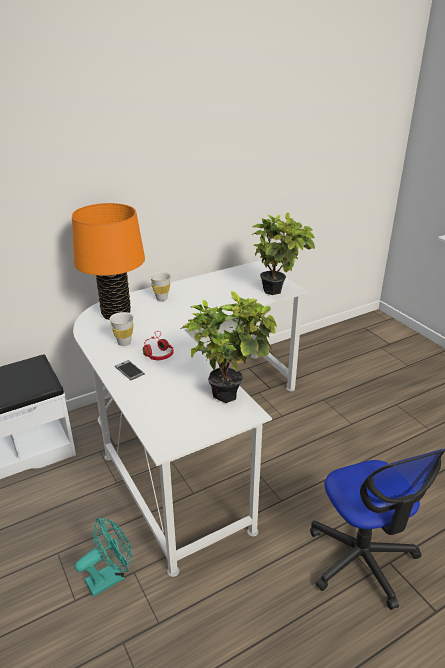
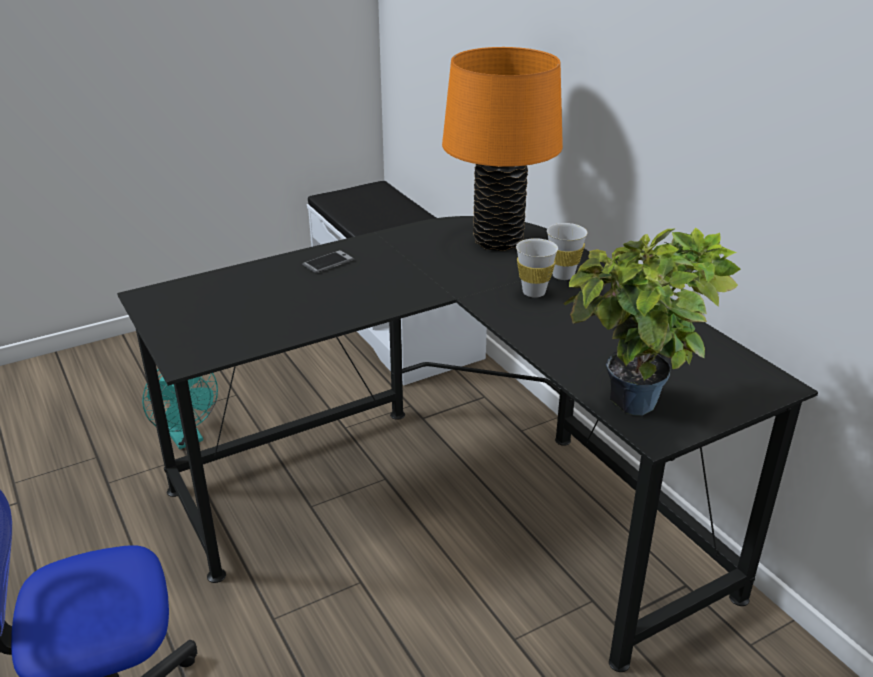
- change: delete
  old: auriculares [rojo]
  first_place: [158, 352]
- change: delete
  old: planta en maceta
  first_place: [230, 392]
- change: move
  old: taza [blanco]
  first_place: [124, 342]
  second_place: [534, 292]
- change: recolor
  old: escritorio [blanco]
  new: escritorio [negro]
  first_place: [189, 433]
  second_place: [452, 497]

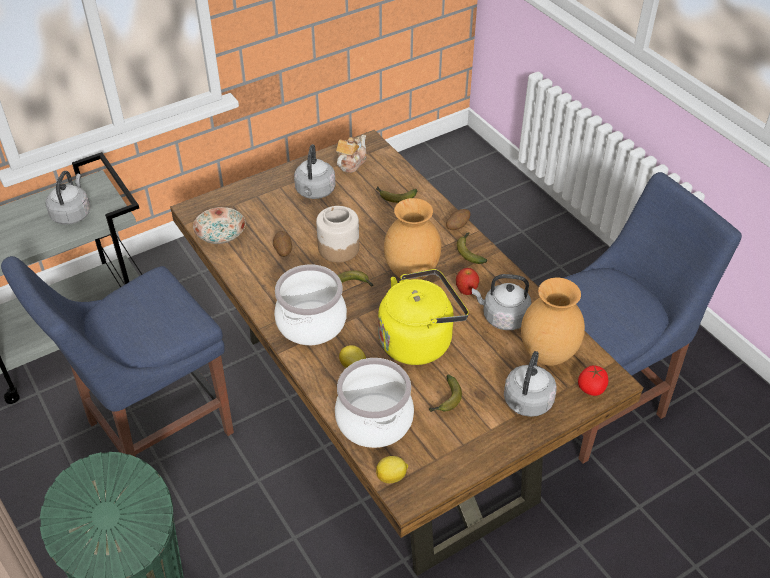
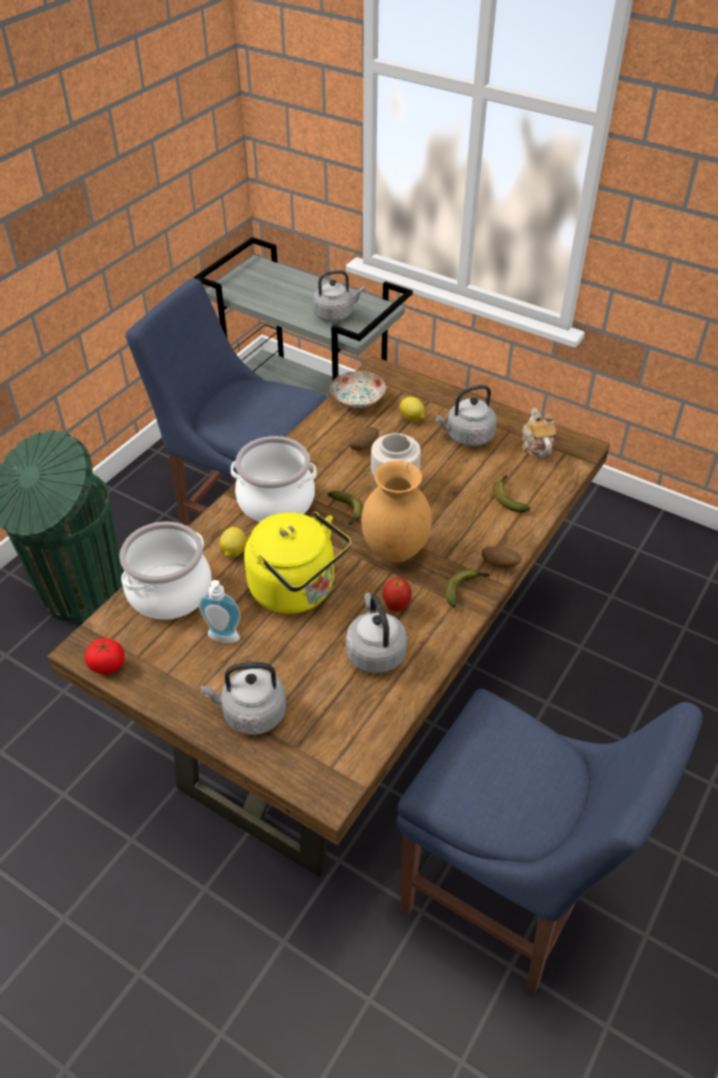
- change: delete
  old: florero [marrón]
  first_place: [547, 356]
- change: move
  old: limón
  first_place: [392, 477]
  second_place: [412, 419]
- change: move
  old: tomate
  first_place: [591, 388]
  second_place: [107, 665]
- change: replace
  old: plátano
  new: dispensador de jabón
  first_place: [445, 400]
  second_place: [222, 639]
- change: rotate
  old: tetera
  first_place: [351, 163]
  second_place: [536, 446]
  degrees: -105

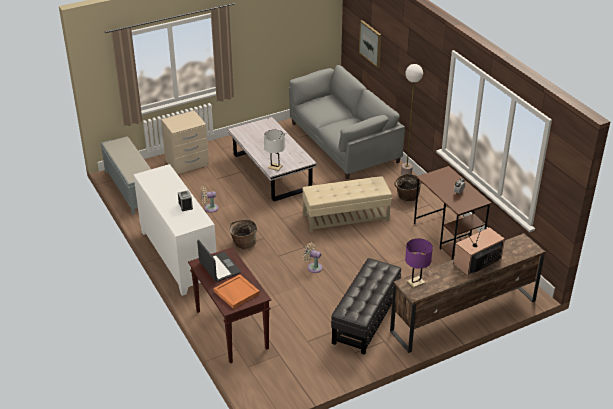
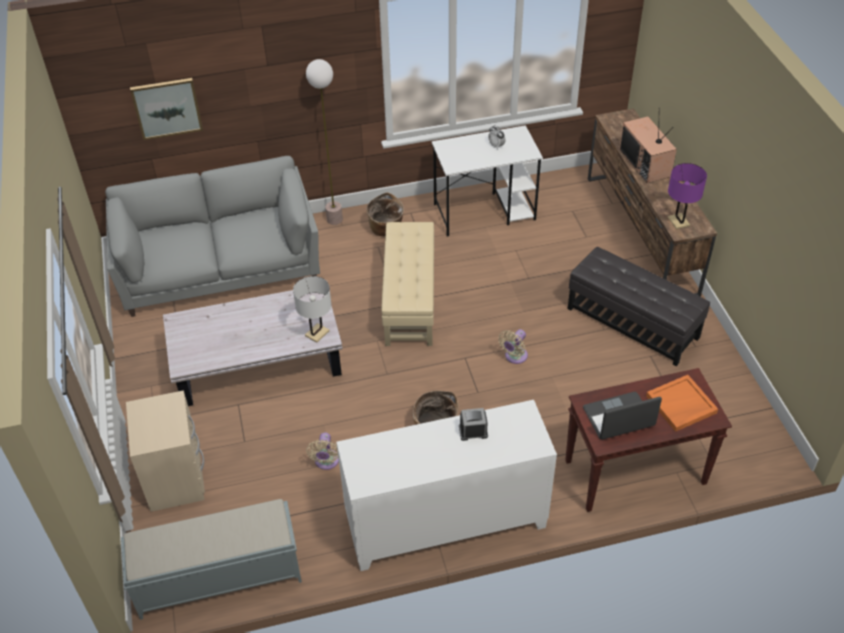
- change: recolor
  old: escritorio [marrón]
  new: escritorio [blanco]
  first_place: [448, 236]
  second_place: [485, 212]

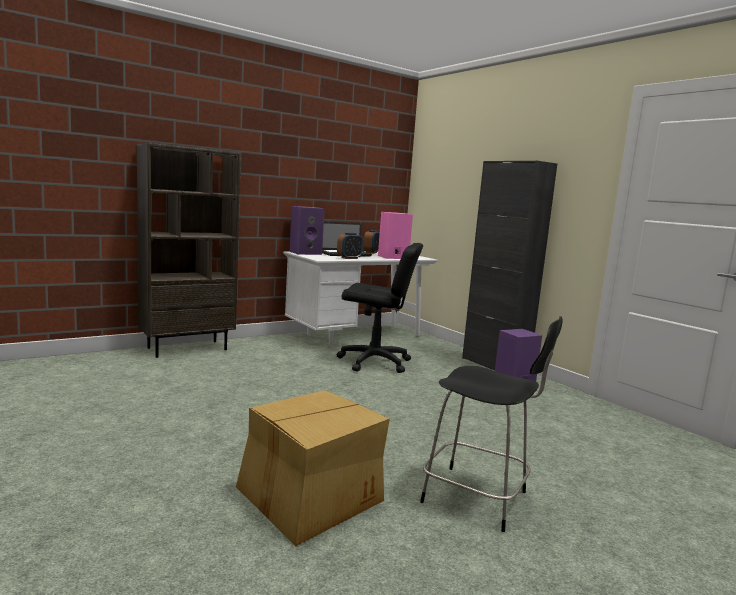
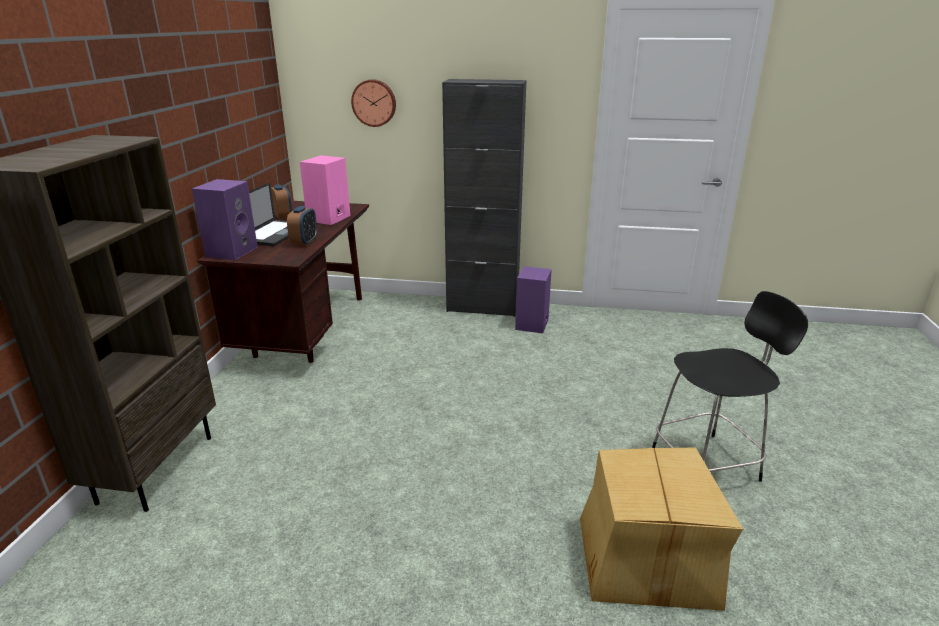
- change: delete
  old: silla de oficina [negro]
  first_place: [374, 362]
- change: insert
  new: reloj de pared
  second_place: [374, 103]
- change: recolor
  old: escritorio [blanco]
  new: escritorio [marrón]
  first_place: [356, 336]
  second_place: [307, 331]

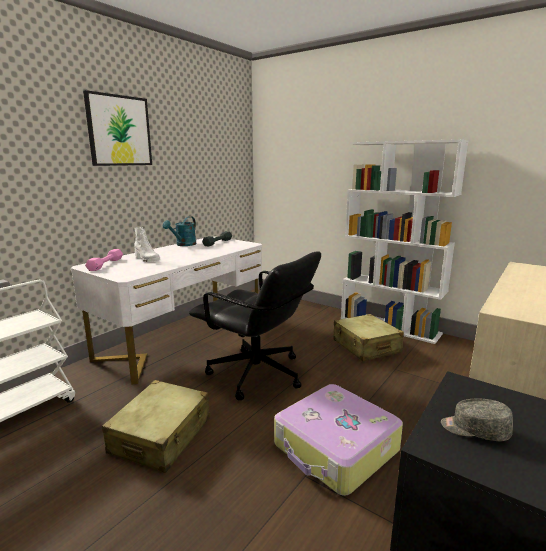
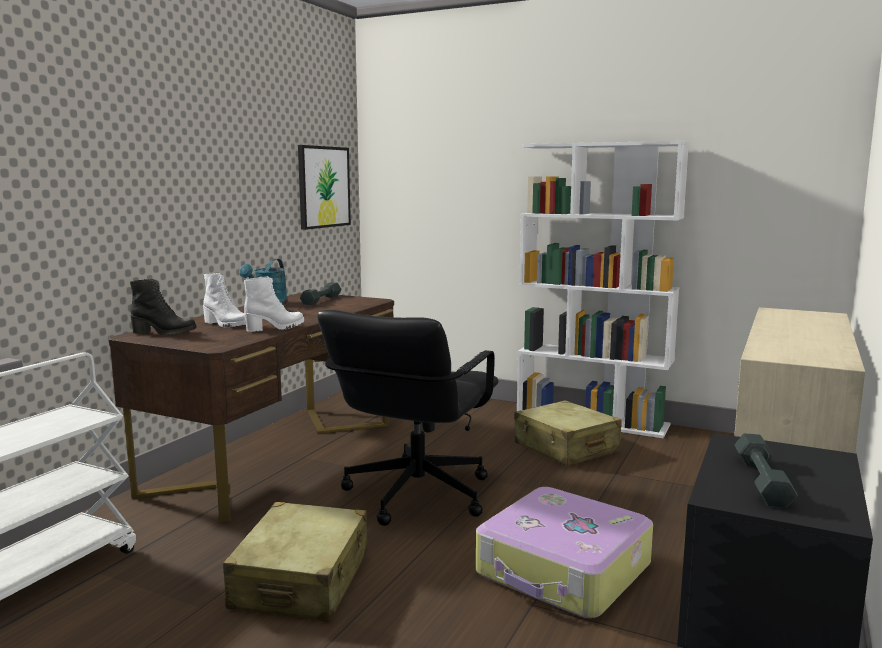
- change: insert
  new: bota [blanco]
  second_place: [276, 328]
- change: move
  old: cuadro
  first_place: [119, 131]
  second_place: [323, 187]
- change: replace
  old: mancuerna [rosa]
  new: bota [negro]
  first_place: [105, 264]
  second_place: [164, 333]
- change: replace
  old: gorra [gris]
  new: mancuerna [gris]
  first_place: [474, 430]
  second_place: [762, 481]
- change: recolor
  old: escritorio [blanco]
  new: escritorio [marrón]
  first_place: [183, 338]
  second_place: [276, 456]
- change: rotate
  old: silla de oficina [negro]
  first_place: [257, 374]
  second_place: [415, 494]
  degrees: 90

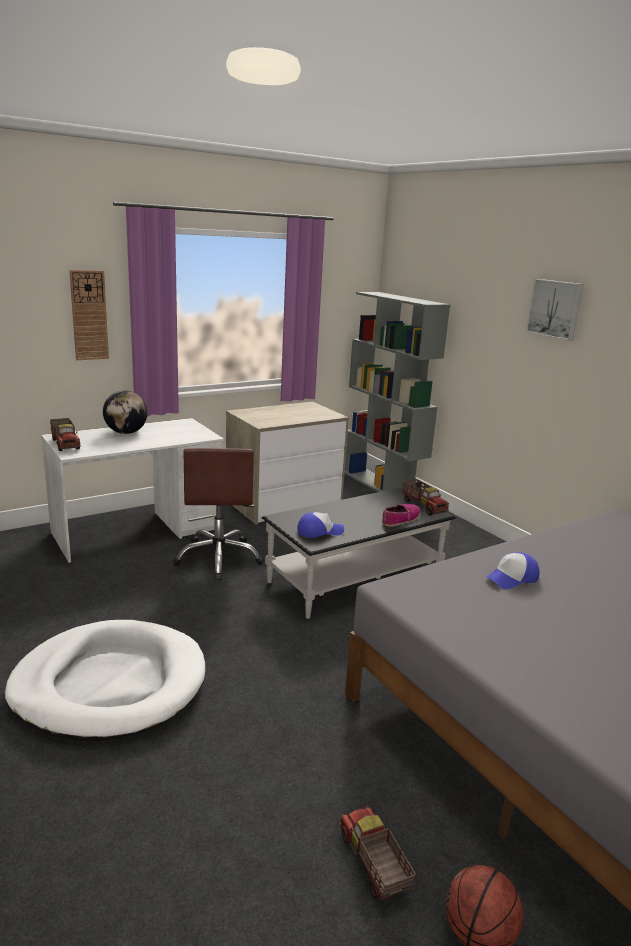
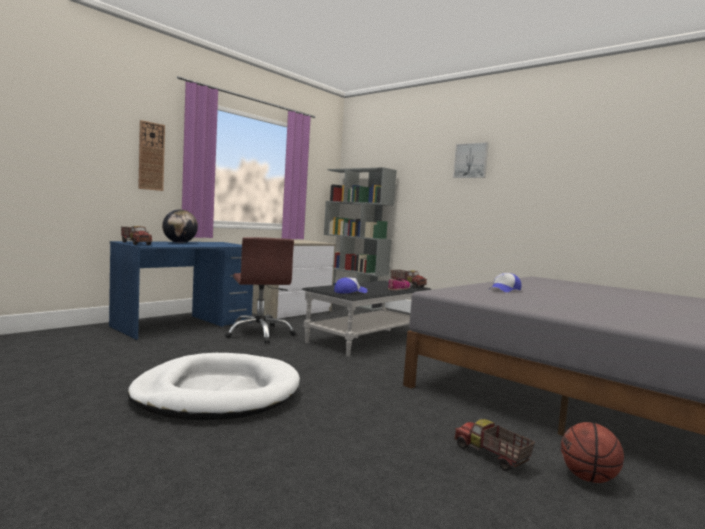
- change: recolor
  old: escritorio [blanco]
  new: escritorio [azul]
  first_place: [138, 532]
  second_place: [184, 325]

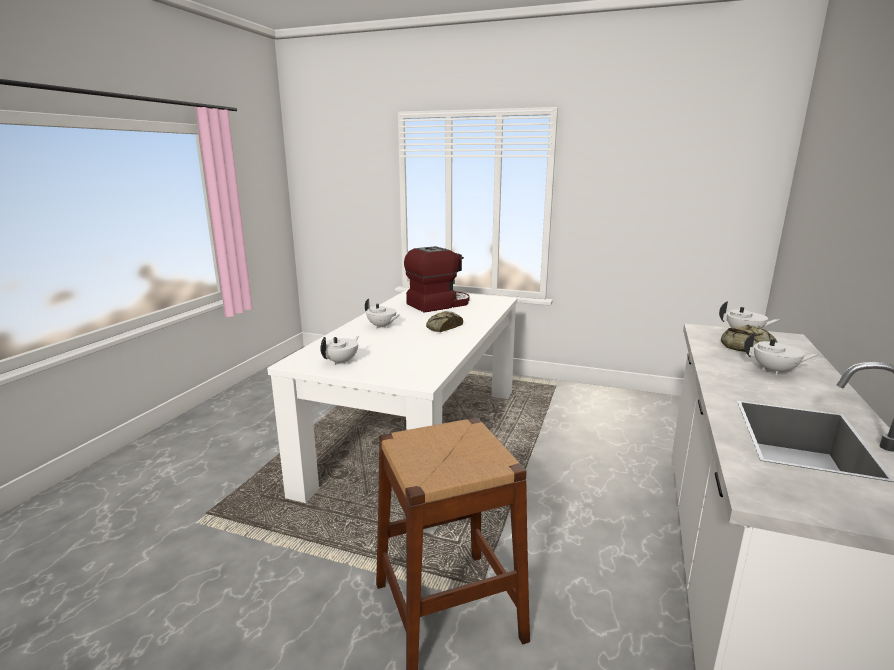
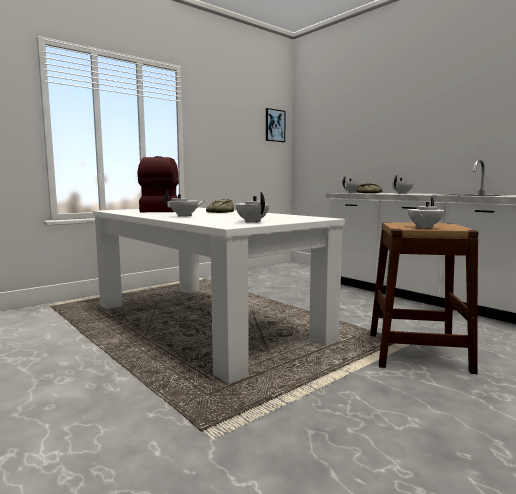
- change: insert
  new: cuadro
  second_place: [274, 125]
- change: insert
  new: tetera [blanco]
  second_place: [424, 227]

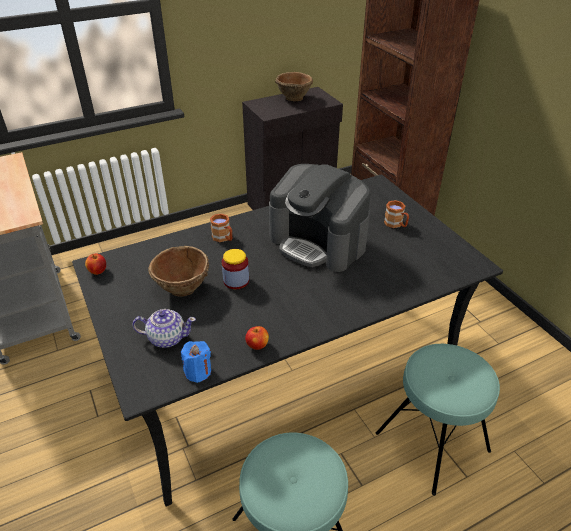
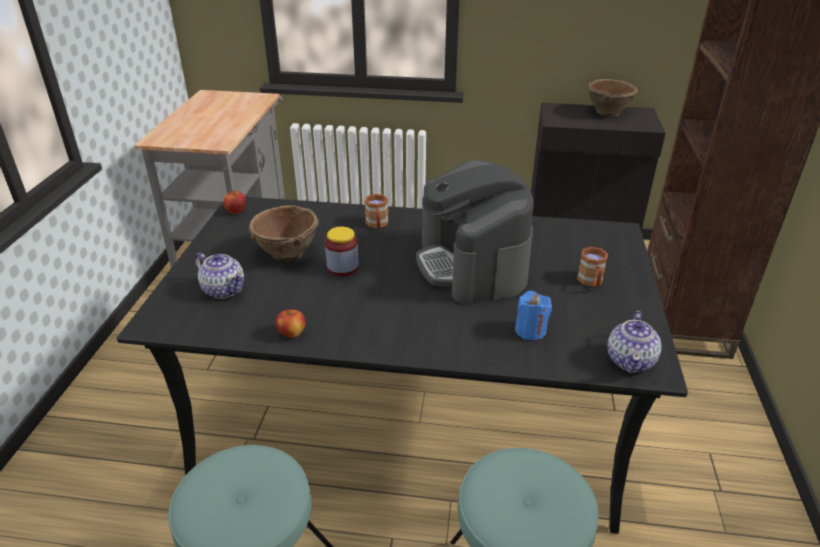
- change: insert
  new: tetera
  second_place: [631, 360]
- change: move
  old: vela [azul]
  first_place: [198, 371]
  second_place: [530, 330]

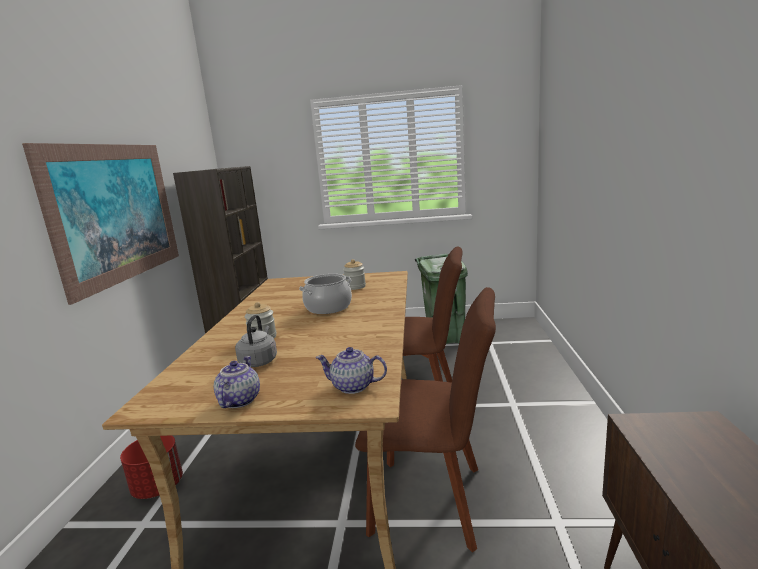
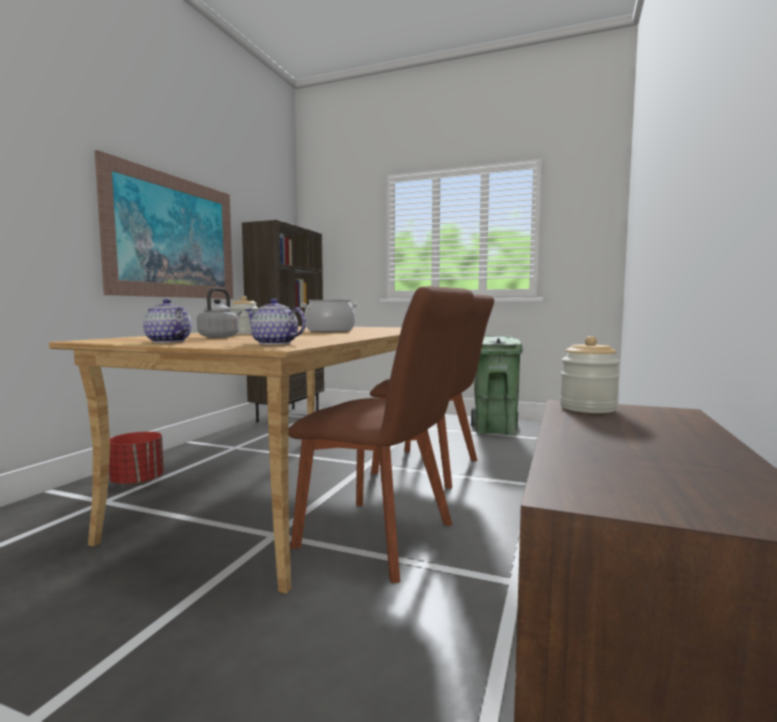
- change: move
  old: tarro
  first_place: [355, 287]
  second_place: [587, 408]
- change: rotate
  old: tetera
  first_place: [239, 400]
  second_place: [167, 342]
  degrees: -75

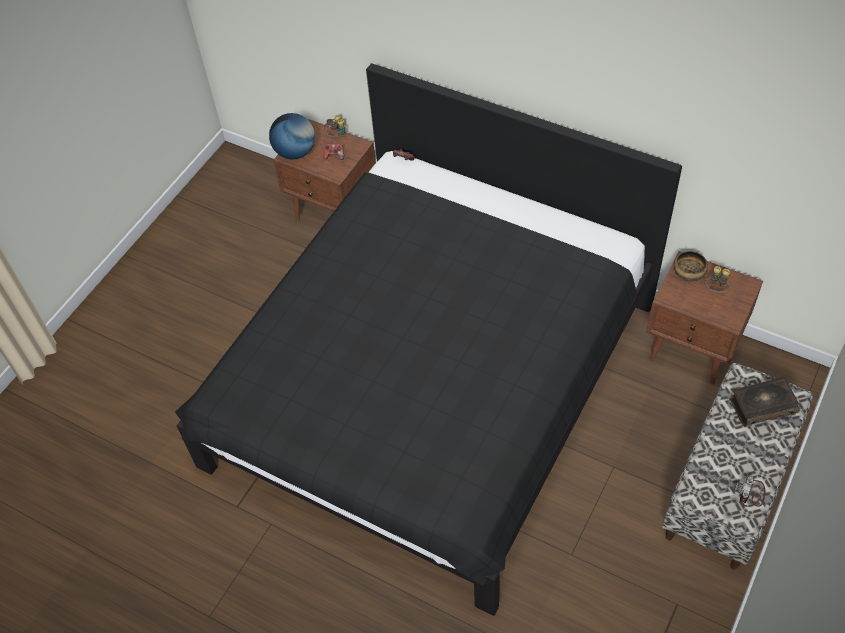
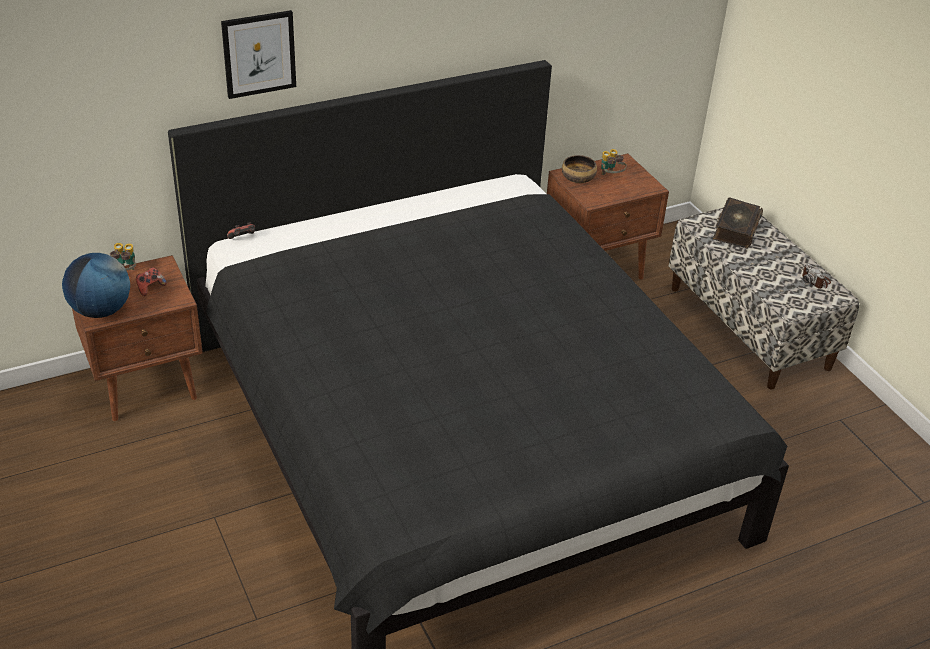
- change: insert
  new: cuadro
  second_place: [259, 54]

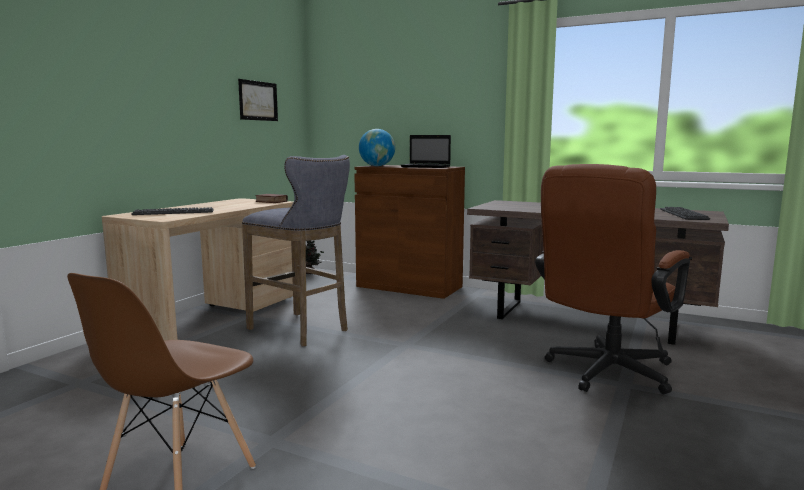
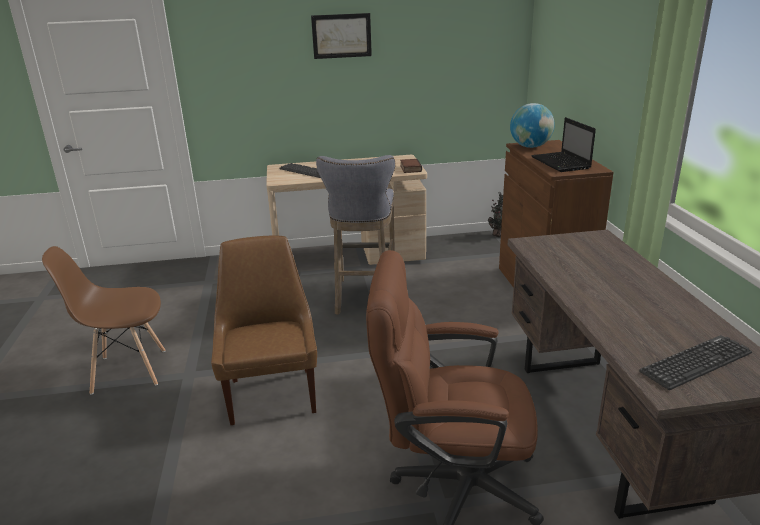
- change: insert
  new: silla [marrón]
  second_place: [272, 393]
- change: move
  old: cuadro
  first_place: [258, 101]
  second_place: [341, 36]

